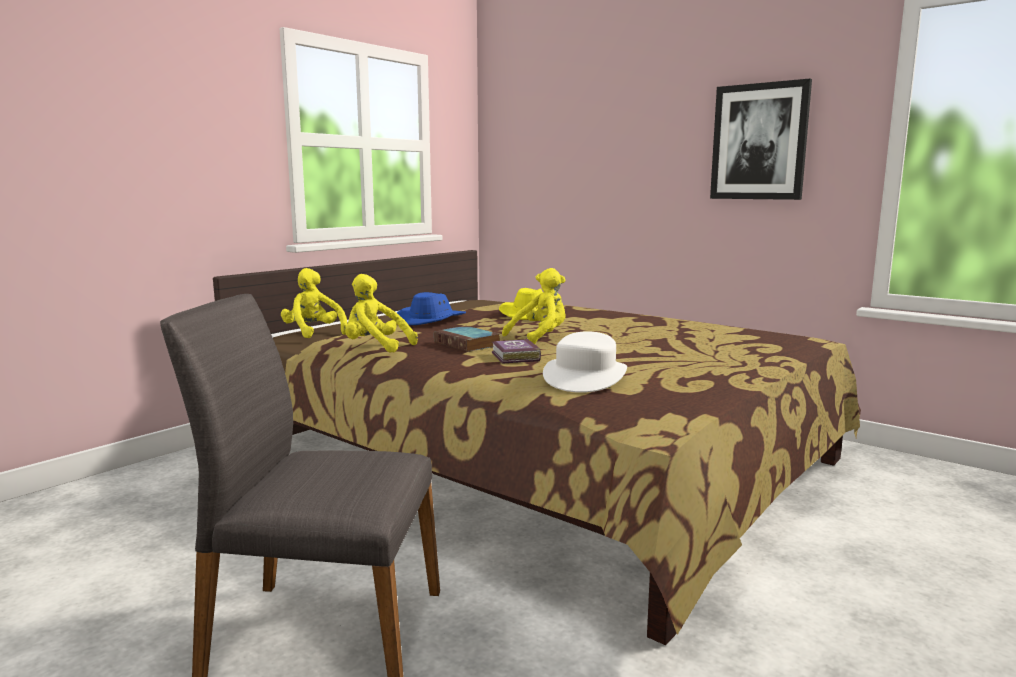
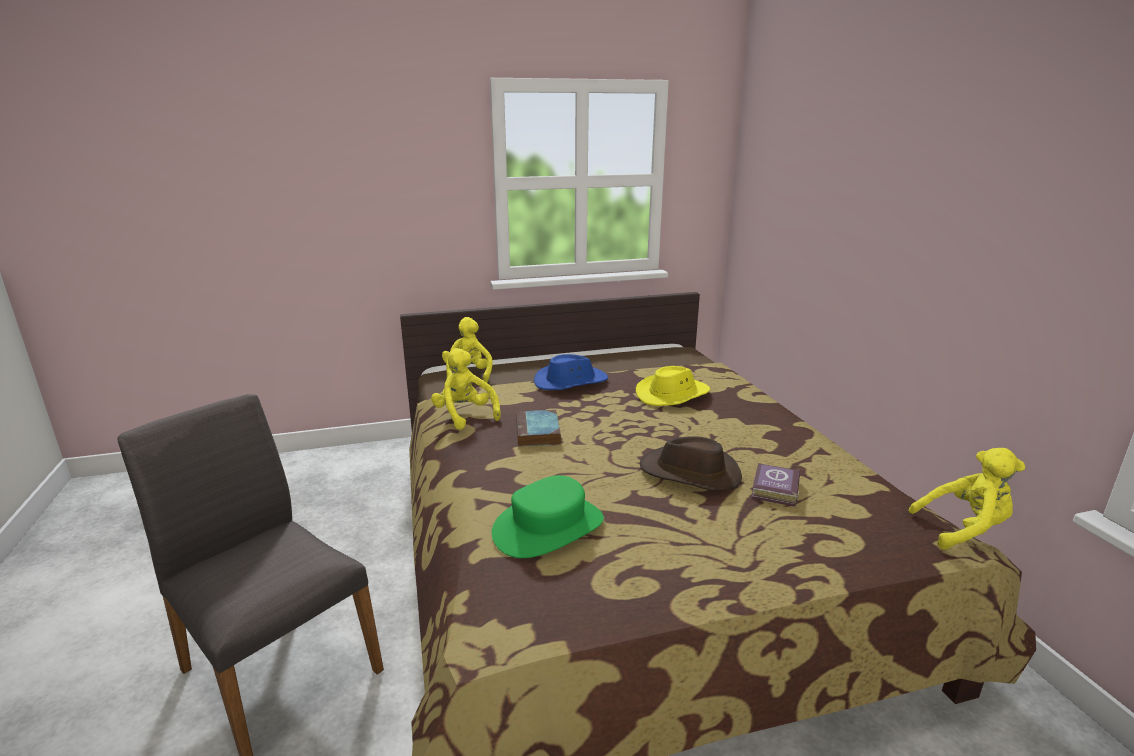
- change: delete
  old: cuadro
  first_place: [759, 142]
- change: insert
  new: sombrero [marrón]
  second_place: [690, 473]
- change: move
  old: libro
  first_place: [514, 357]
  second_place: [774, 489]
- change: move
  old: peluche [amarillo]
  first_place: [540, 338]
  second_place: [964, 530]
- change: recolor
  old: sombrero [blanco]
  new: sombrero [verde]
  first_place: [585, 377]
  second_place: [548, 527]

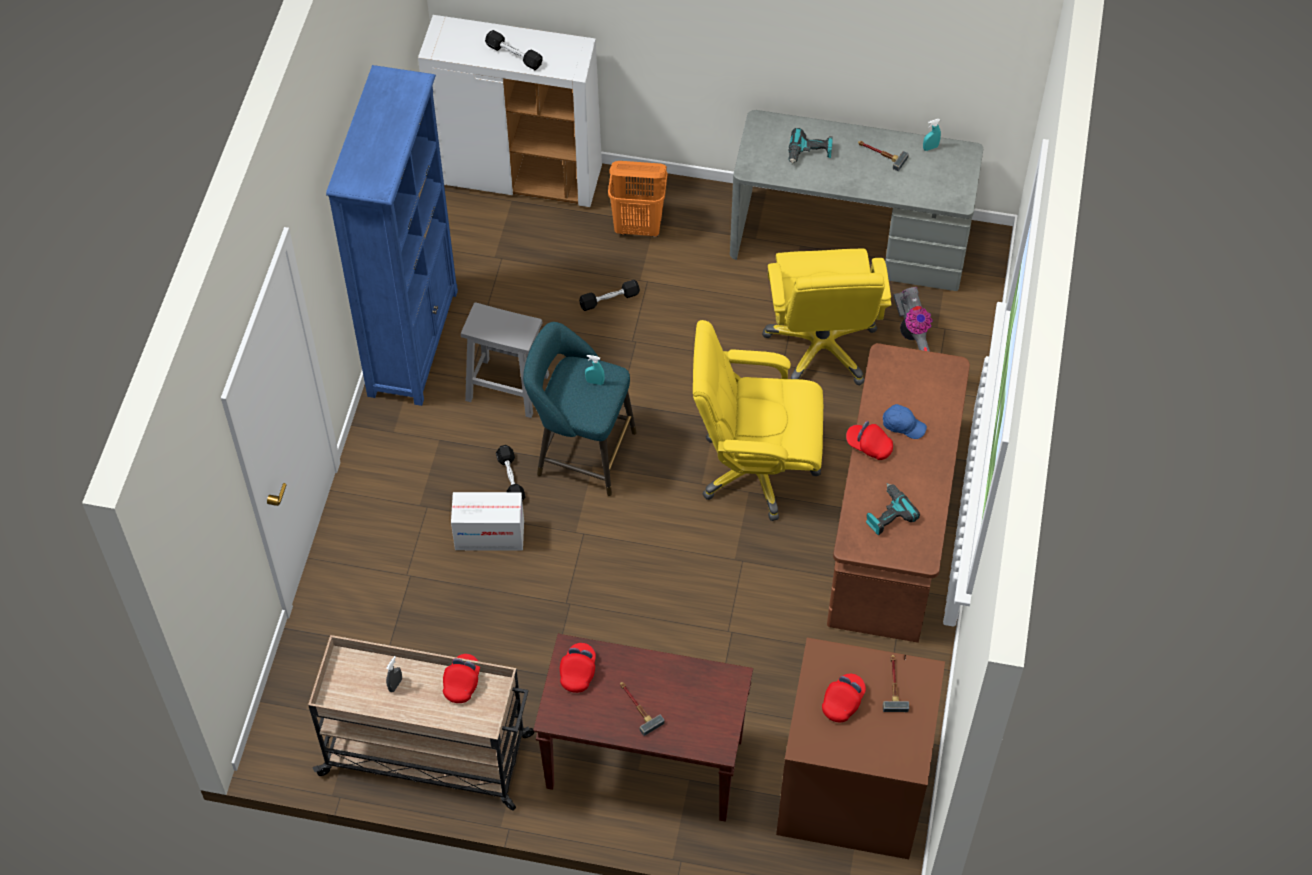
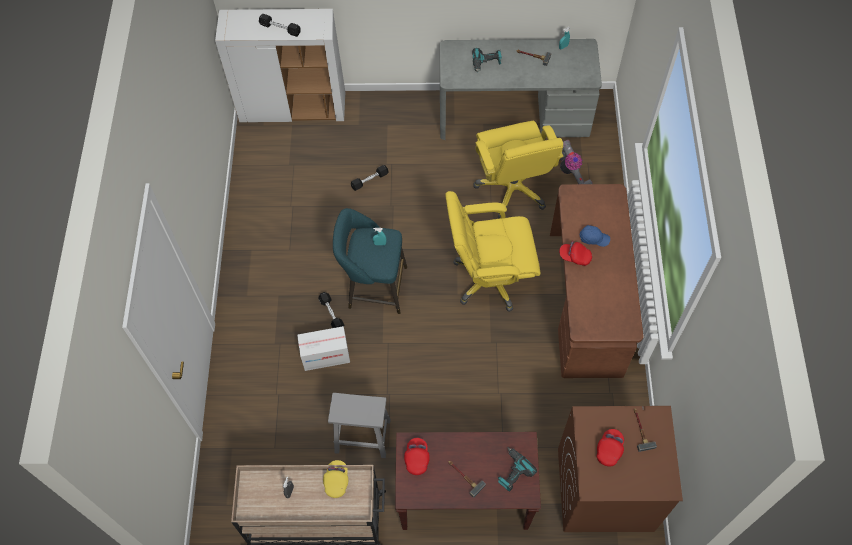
- change: delete
  old: estantería [azul]
  first_place: [413, 342]
- change: delete
  old: cesto de la ropa [naranja]
  first_place: [638, 226]
- change: move
  old: taburete [gris]
  first_place: [506, 387]
  second_place: [361, 436]
- change: move
  old: taladro
  first_place: [887, 514]
  second_place: [512, 471]
- change: recolor
  old: gorra [rojo]
  new: gorra [amarillo]
  first_place: [462, 682]
  second_place: [336, 481]

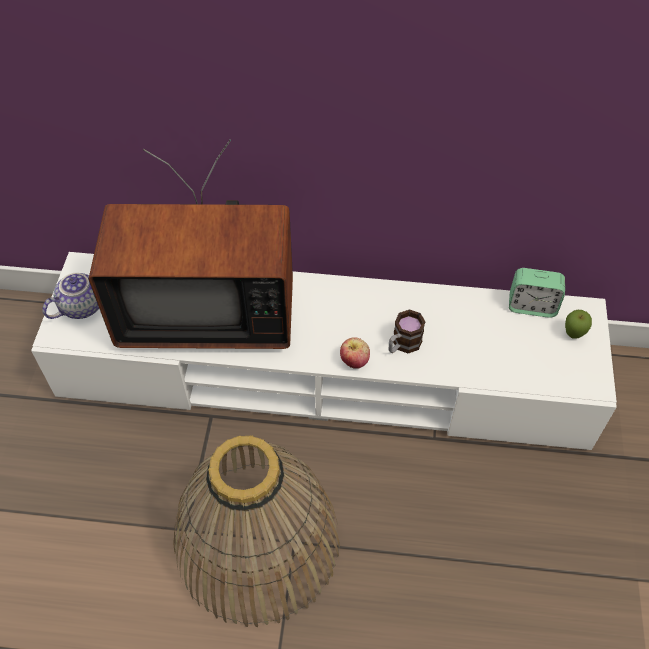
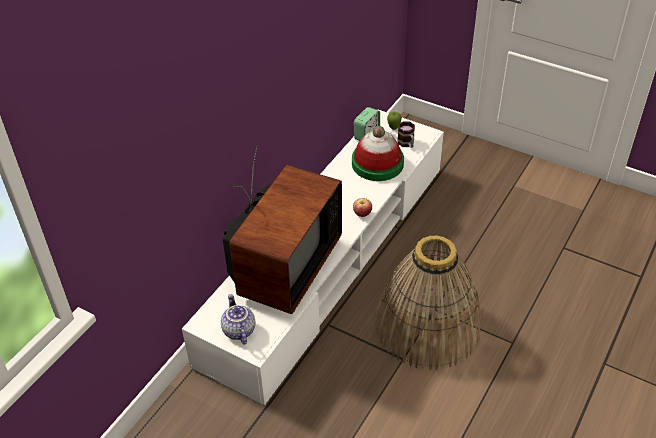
- change: insert
  new: sombrero
  second_place: [377, 163]
- change: move
  old: taza grande
  first_place: [402, 345]
  second_place: [407, 144]

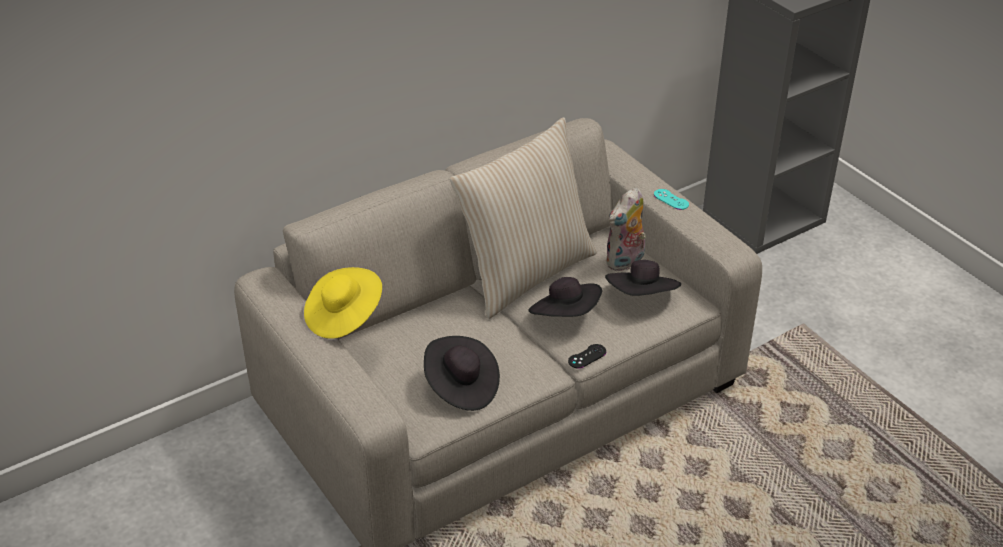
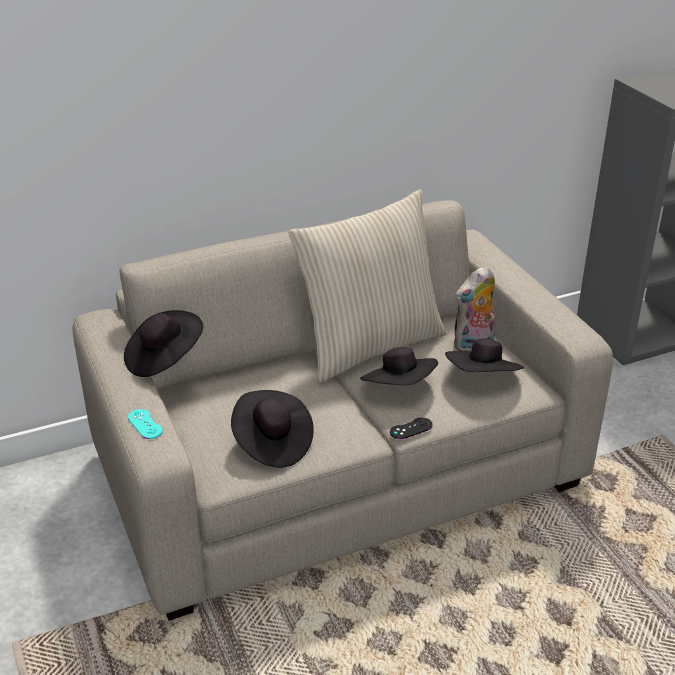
- change: move
  old: mando de consola [turquesa]
  first_place: [671, 199]
  second_place: [145, 424]
- change: recolor
  old: sombrero [amarillo]
  new: sombrero [negro]
  first_place: [343, 317]
  second_place: [163, 359]

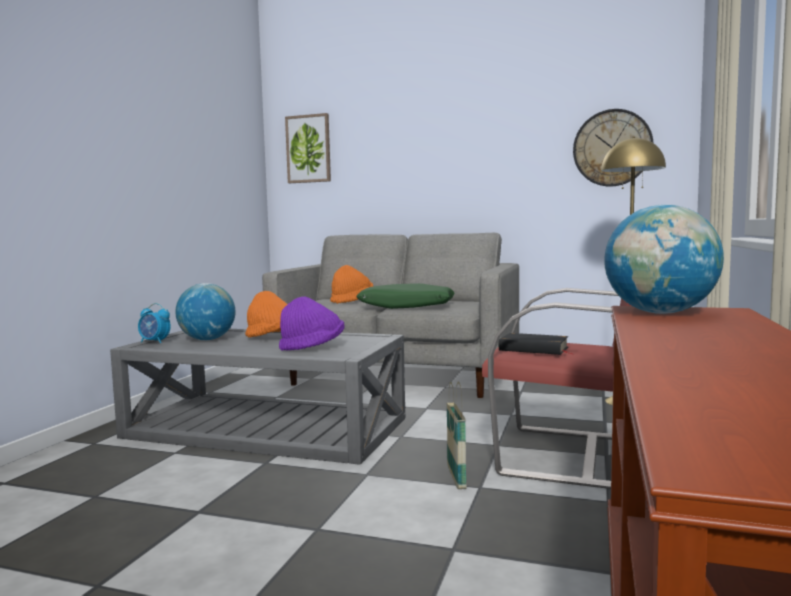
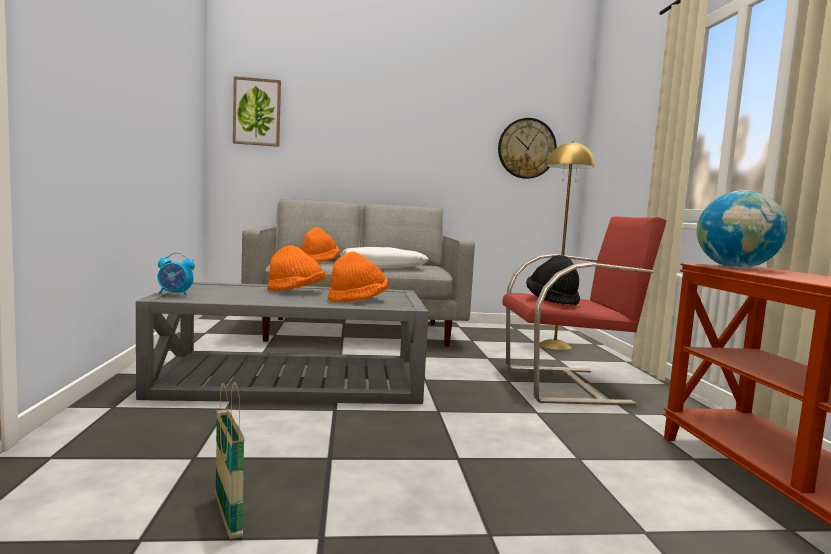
- change: delete
  old: globo terráqueo
  first_place: [207, 339]
- change: move
  old: cesta
  first_place: [456, 477]
  second_place: [228, 516]
- change: replace
  old: libro [negro]
  new: sombrero [negro]
  first_place: [534, 349]
  second_place: [552, 300]
- change: recolor
  old: sombrero [morado]
  new: sombrero [naranja]
  first_place: [312, 347]
  second_place: [357, 300]
- change: recolor
  old: cojín [verde]
  new: cojín [blanco]
  first_place: [407, 306]
  second_place: [383, 267]

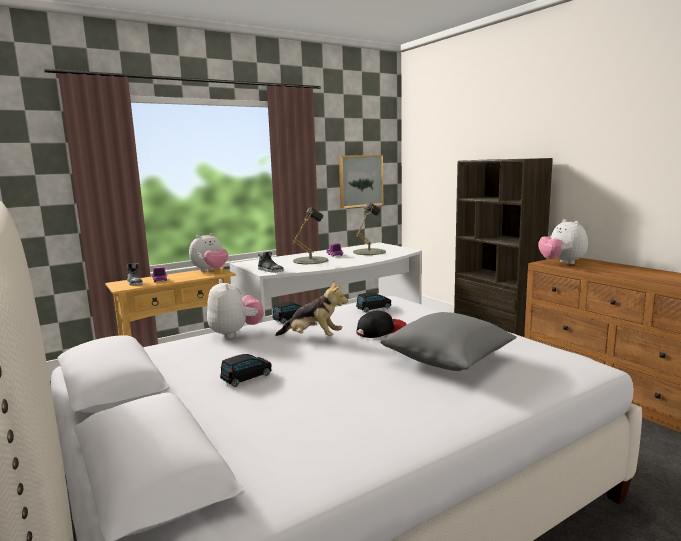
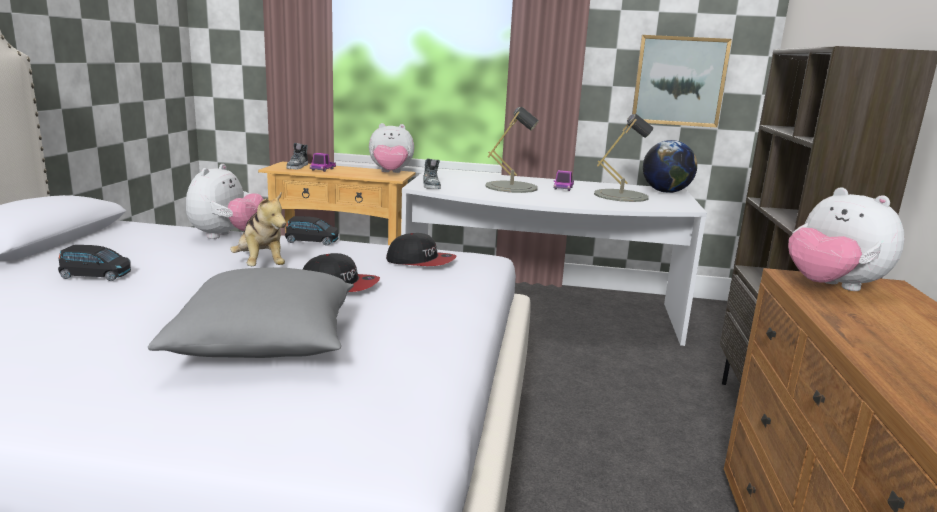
- change: insert
  new: globo terráqueo
  second_place: [665, 192]
- change: replace
  old: coche de juguete [negro]
  new: gorra
  first_place: [374, 308]
  second_place: [421, 261]
- change: rotate
  old: peluche
  first_place: [562, 263]
  second_place: [832, 287]
  degrees: -60

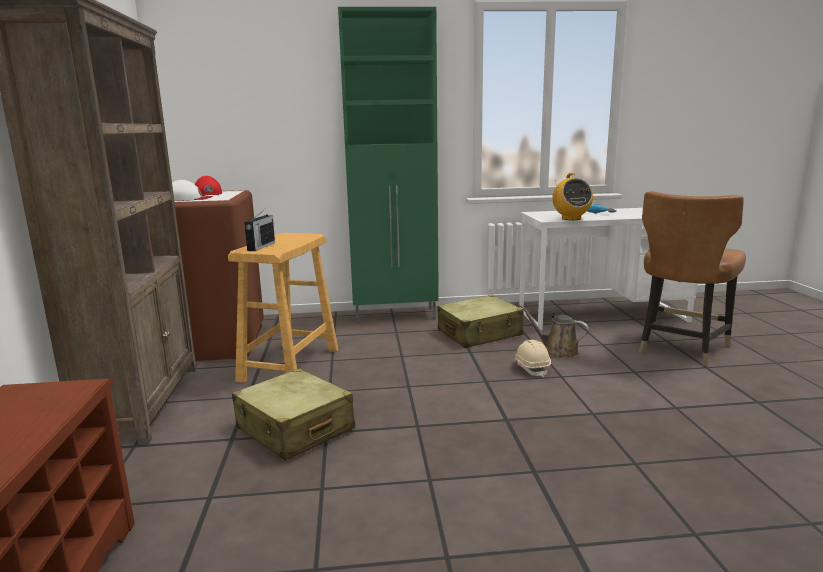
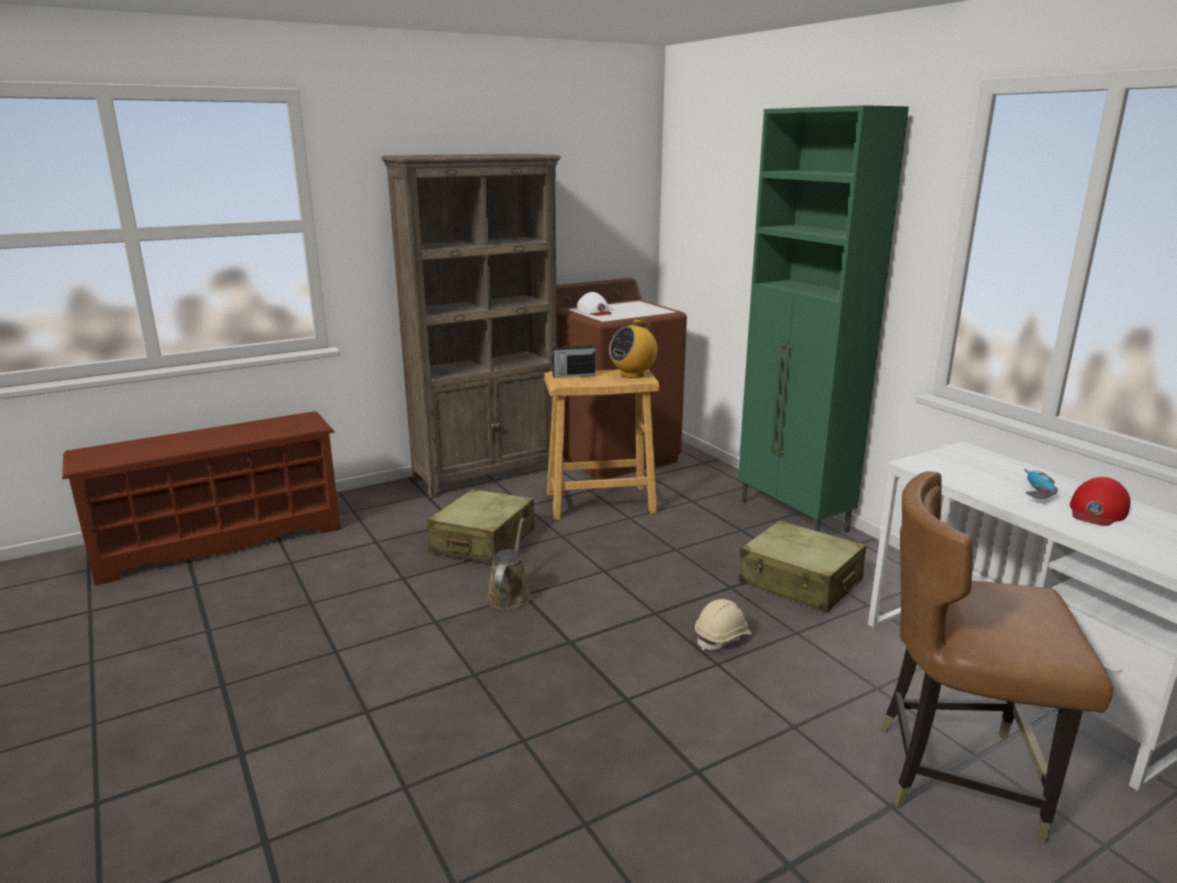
- change: move
  old: gorra [rojo]
  first_place: [208, 194]
  second_place: [1097, 511]
- change: move
  old: regadera [marrón]
  first_place: [557, 351]
  second_place: [509, 595]
- change: move
  old: radio
  first_place: [571, 218]
  second_place: [633, 374]

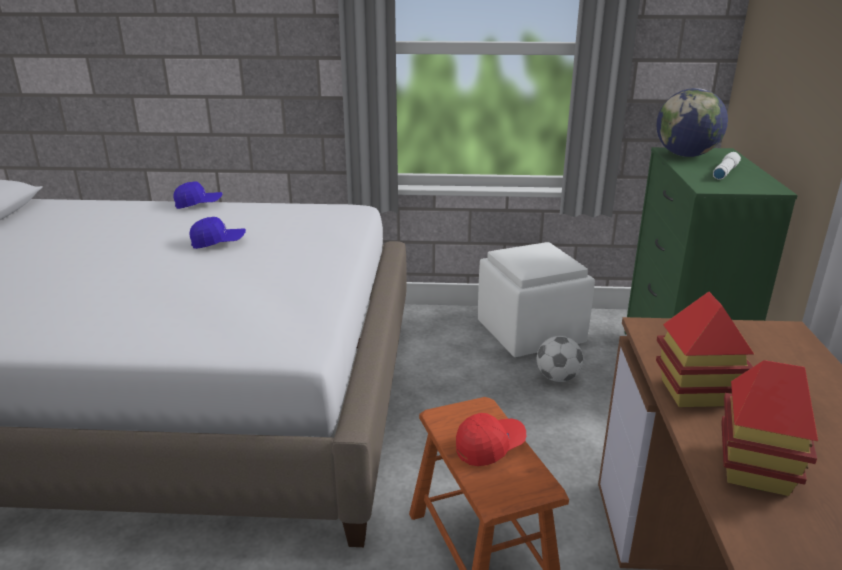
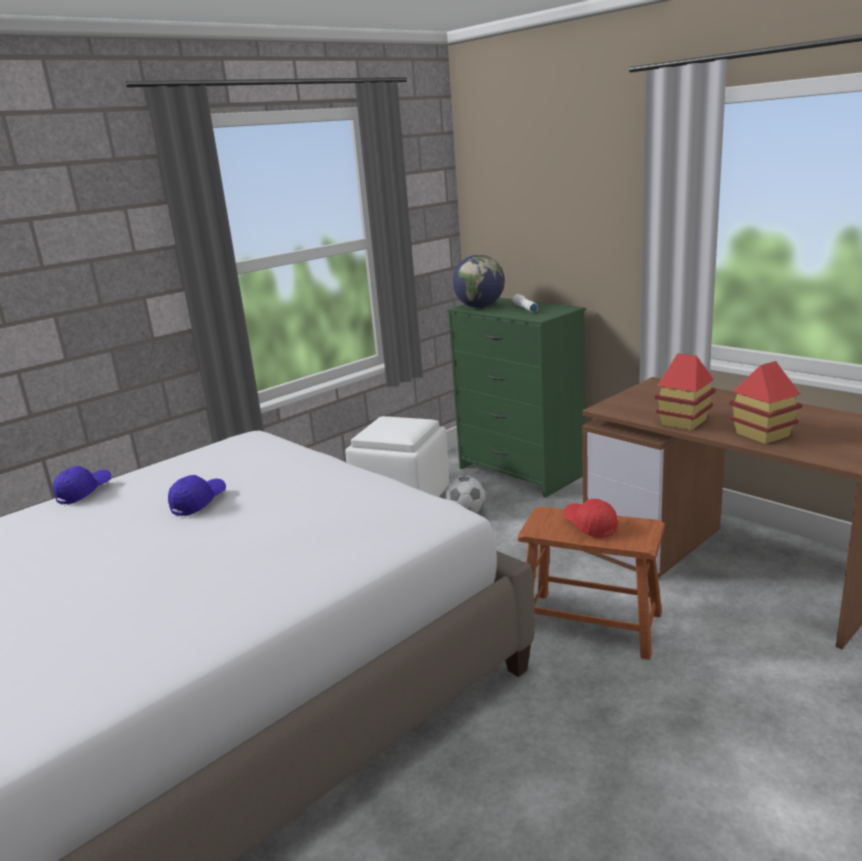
- change: rotate
  old: gorra [rojo]
  first_place: [490, 447]
  second_place: [590, 526]
  degrees: -45

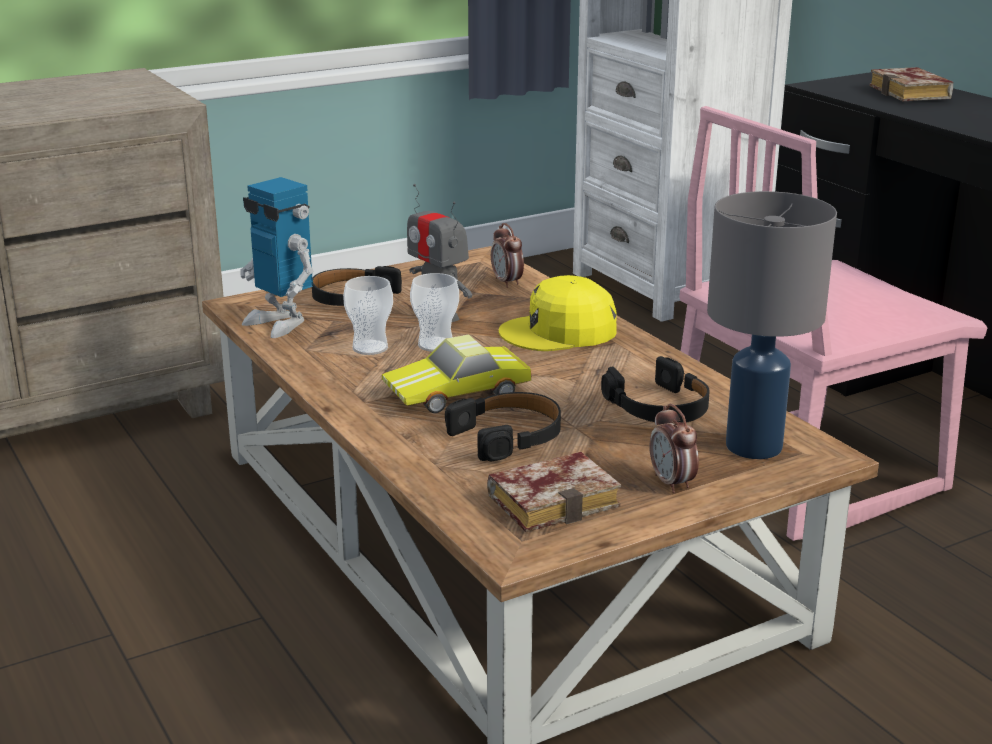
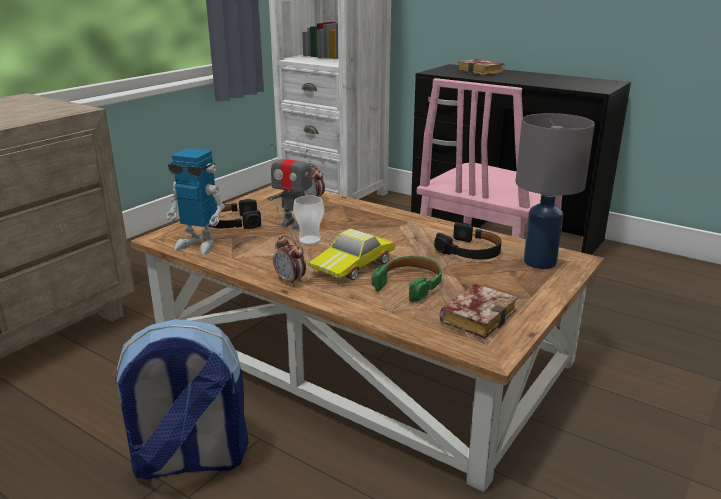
- change: delete
  old: taza
  first_place: [370, 348]
- change: delete
  old: gorra [amarillo]
  first_place: [559, 332]
- change: insert
  new: mochila
  second_place: [188, 461]
- change: move
  old: despertador
  first_place: [672, 483]
  second_place: [290, 281]
- change: recolor
  old: auriculares [negro]
  new: auriculares [verde]
  first_place: [508, 436]
  second_place: [410, 284]

